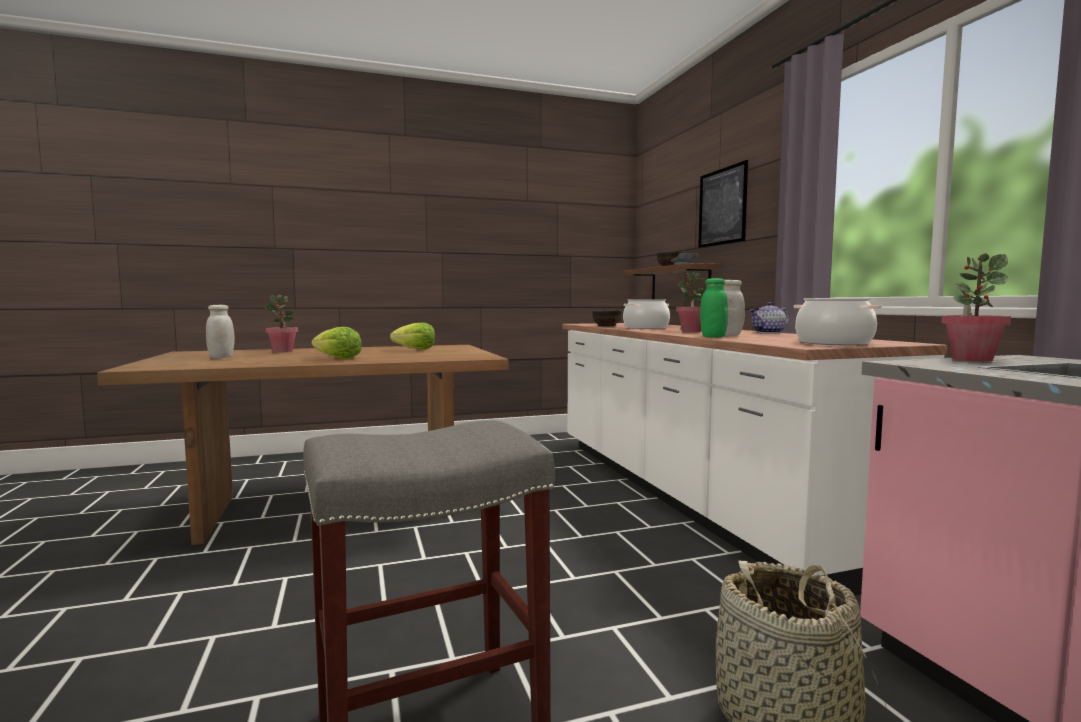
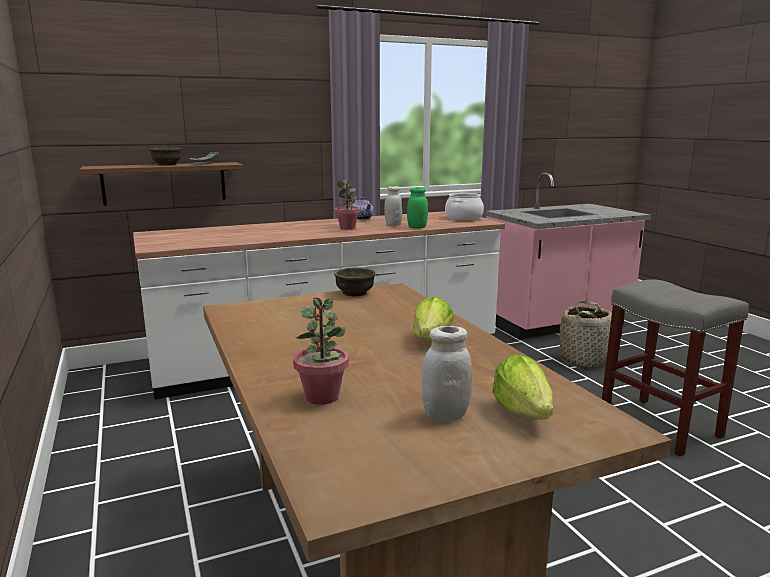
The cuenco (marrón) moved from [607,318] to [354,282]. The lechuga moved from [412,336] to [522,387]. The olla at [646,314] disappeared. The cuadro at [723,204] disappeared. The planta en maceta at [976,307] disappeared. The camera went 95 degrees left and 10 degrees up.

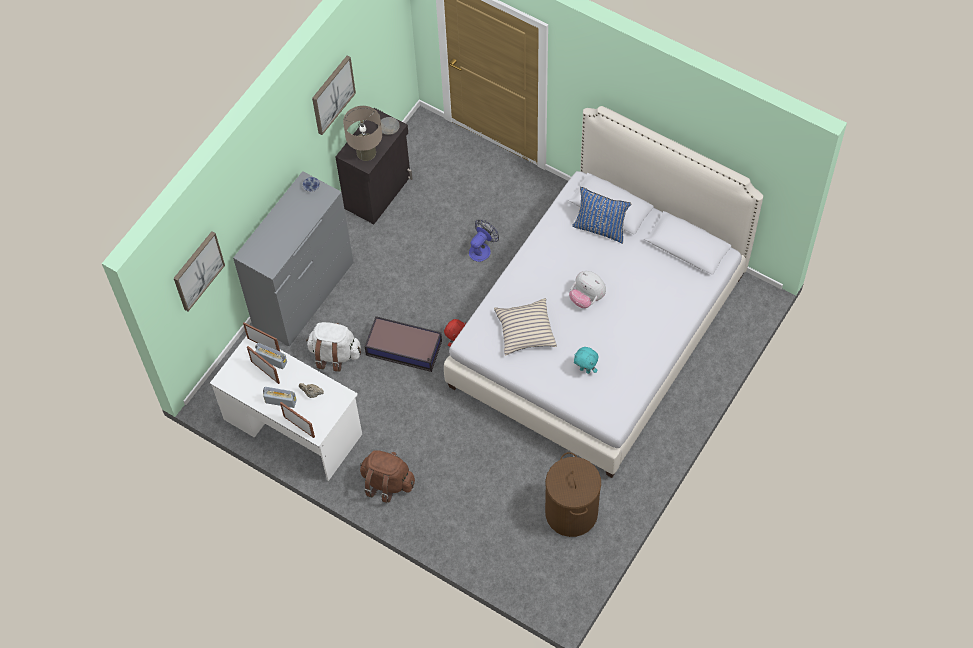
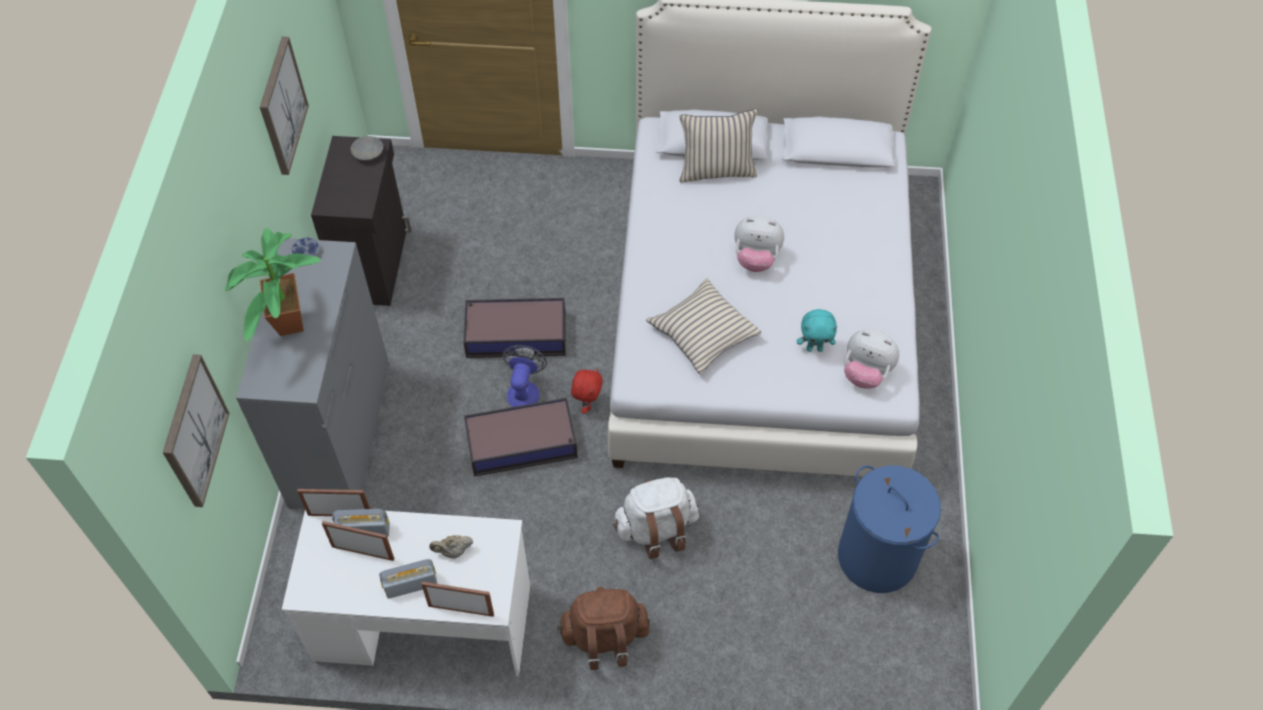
The planta en maceta at [273,284] appeared. The caja de almacenaje at [514,328] appeared. The ventilador moved from [484,241] to [524,376]. The mochila (blanco) moved from [333,346] to [656,518]. The cojín (azul) at [602,215] became the cojín (beis) at [718,145]. The cesto de la ropa (marrón) at [573,494] became the cesto de la ropa (azul) at [889,529]. The peluche at [871,359] appeared. The lámpara de mesa (beis) at [362,133] disappeared. The camera went 30 degrees left and 5 degrees down.

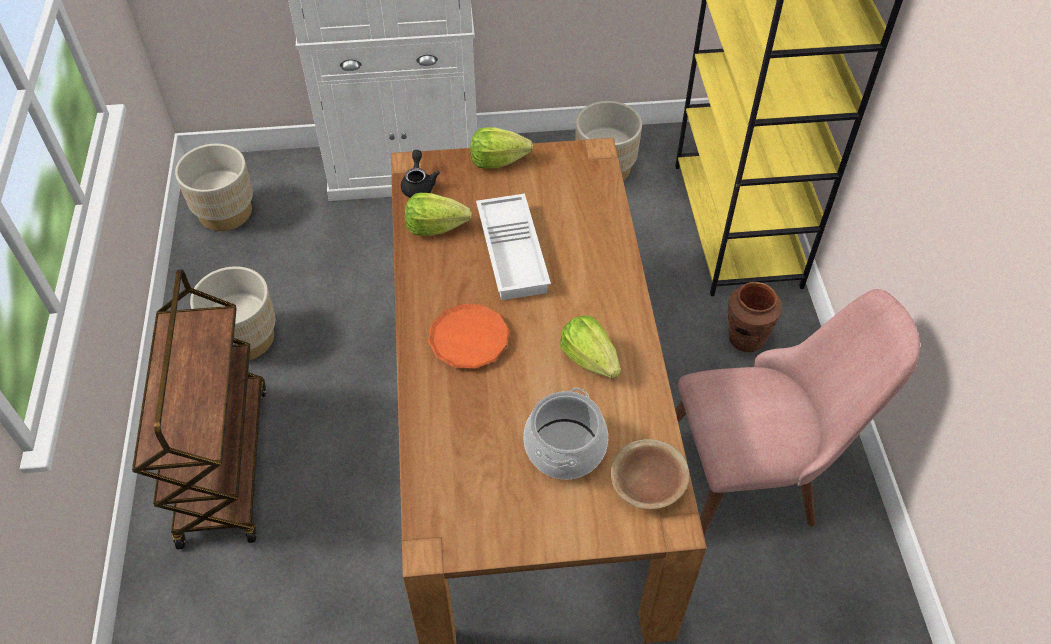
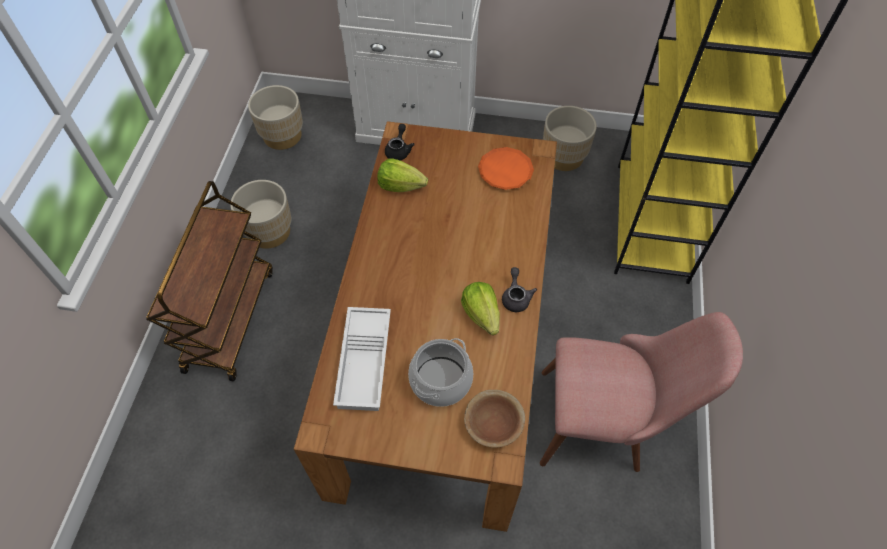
The bandeja (blanco) moved from [513,247] to [362,359]. The plato (naranja) moved from [468,336] to [506,168]. The tetera (gris) at [519,289] appeared. The lechuga at [501,148] disappeared. The florero (marrón) at [754,317] disappeared. The camera went 15 degrees right and 5 degrees up.

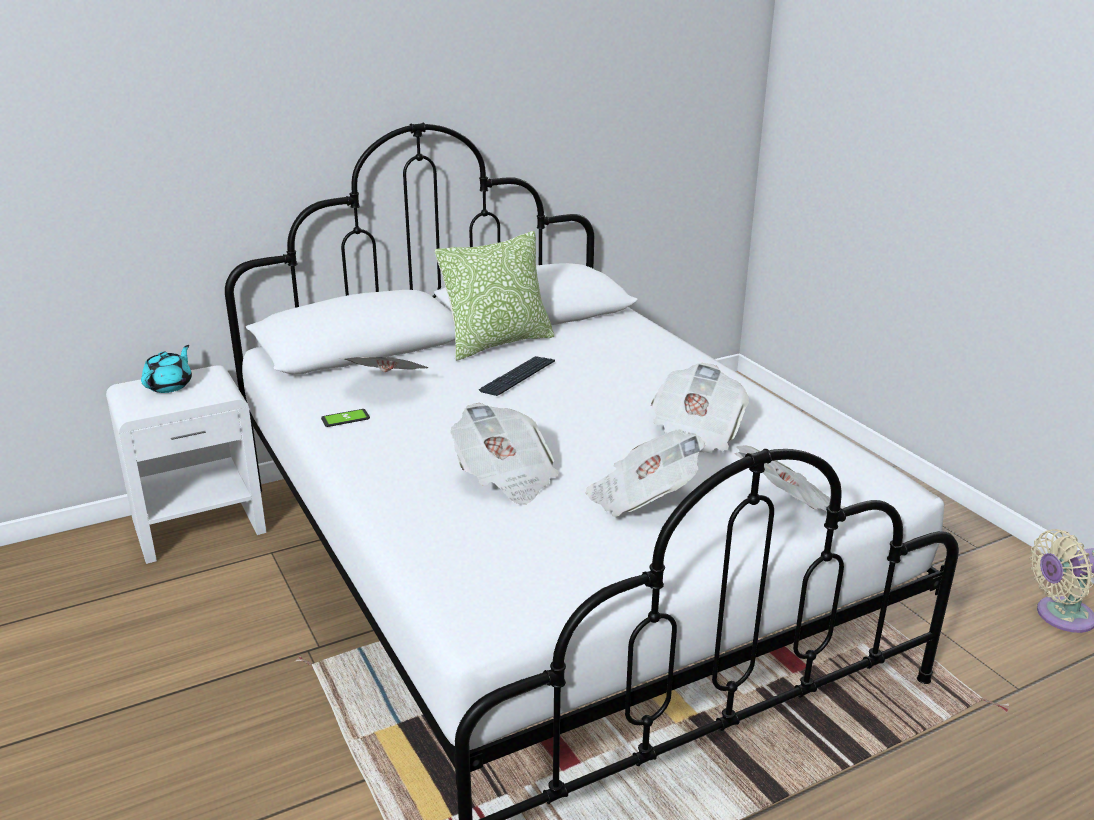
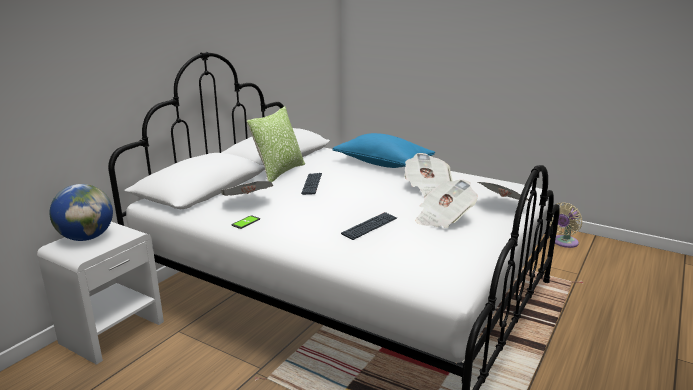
The tetera (turquesa) at [166,369] was replaced by the globo terráqueo at [81,212]. The cojín (azul) at [383,150] appeared. The periódico at [504,454] was replaced by the teclado at [369,226]. The camera went 30 degrees left and 5 degrees down.

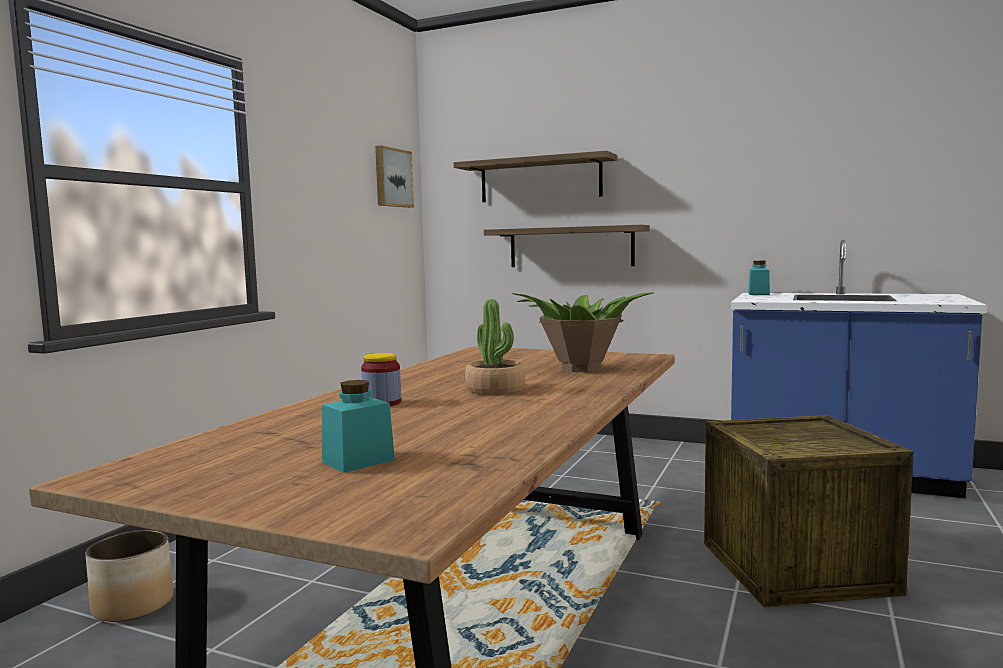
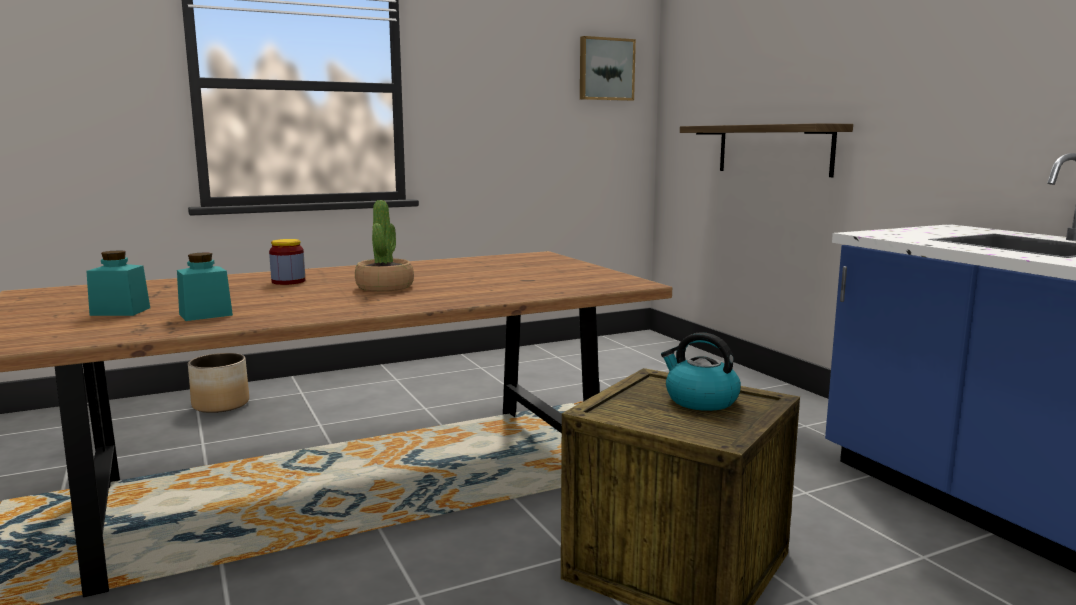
The tarro (turquesa) moved from [759,278] to [205,286]. The hervidor at [701,371] appeared. The estante at [535,176] disappeared. The planta en maceta at [583,332] disappeared. The camera went 40 degrees right and 5 degrees up.

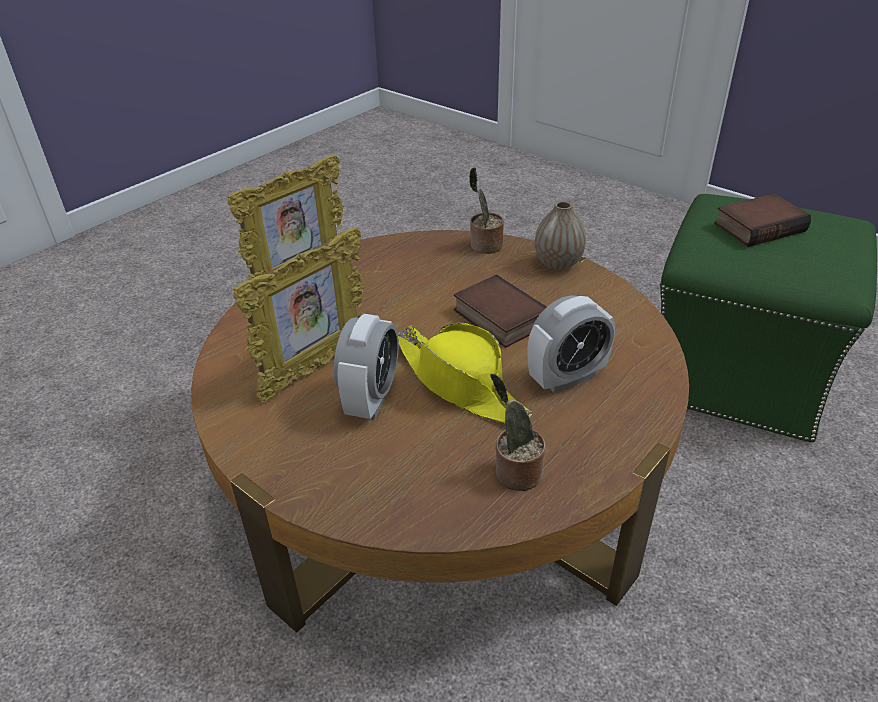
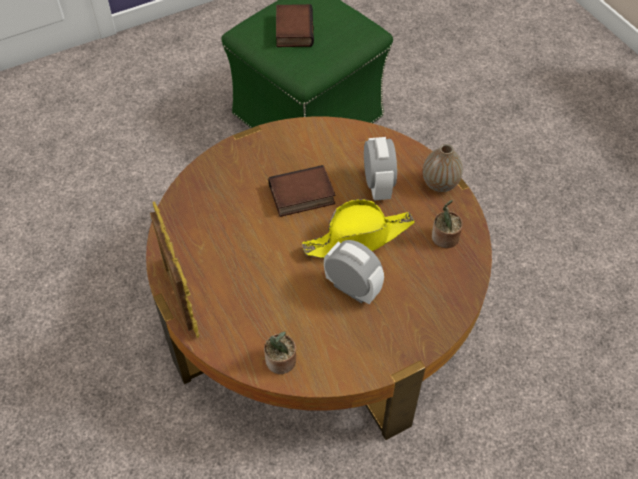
The planta en maceta moved from [486,210] to [280,352]. The florero moved from [560,236] to [443,168]. The portarretratos at [299,315] disappeared. The camera went 70 degrees left and 15 degrees up.

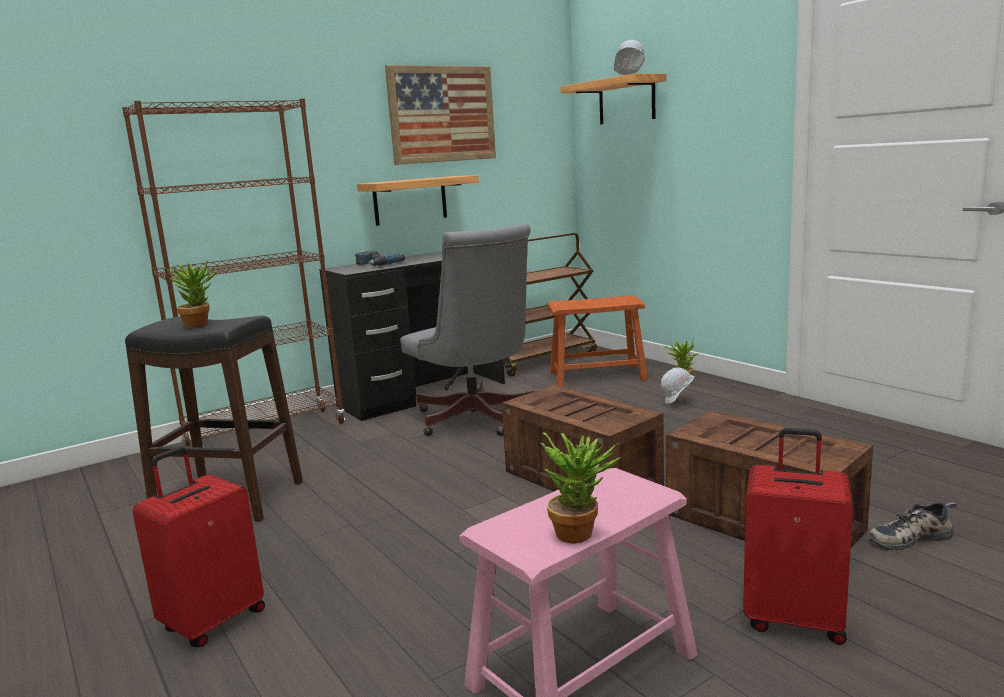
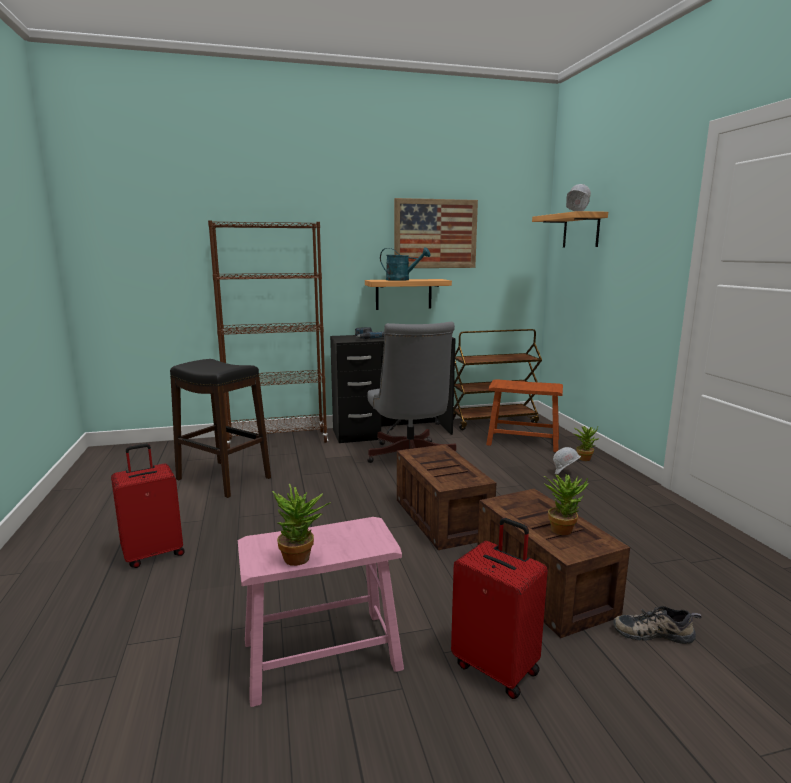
The regadera (turquesa) at [405,264] appeared. The planta en maceta moved from [190,294] to [566,505]. The camera went 20 degrees right and 0 degrees up.

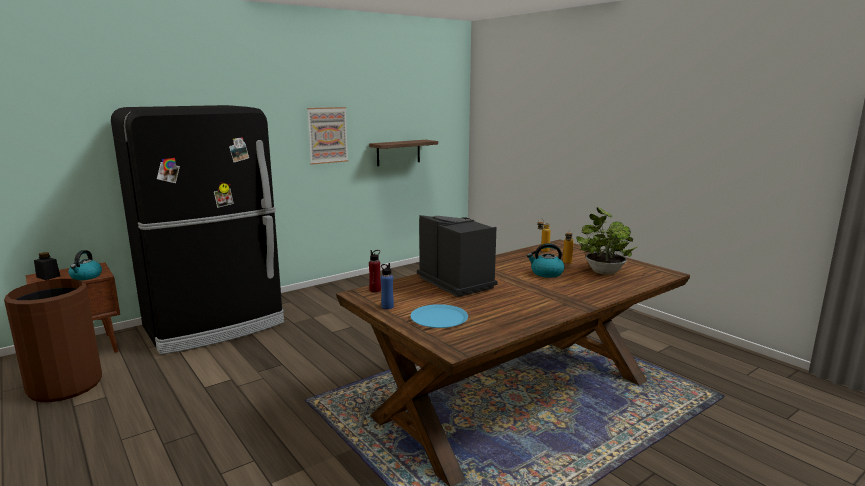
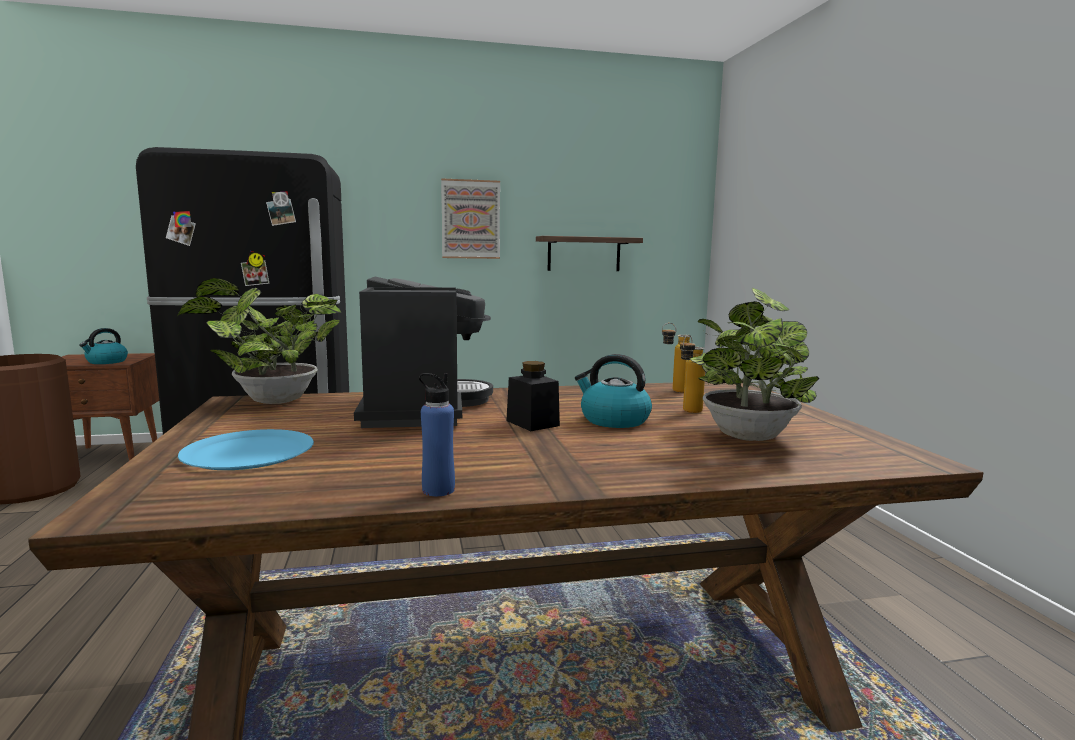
The botella (rojo) at [375,271] was replaced by the planta en maceta at [259,341]. The botella (azul) moved from [387,286] to [437,434]. The tarro (negro) moved from [47,266] to [533,396]. The camera went 25 degrees right and 5 degrees down.

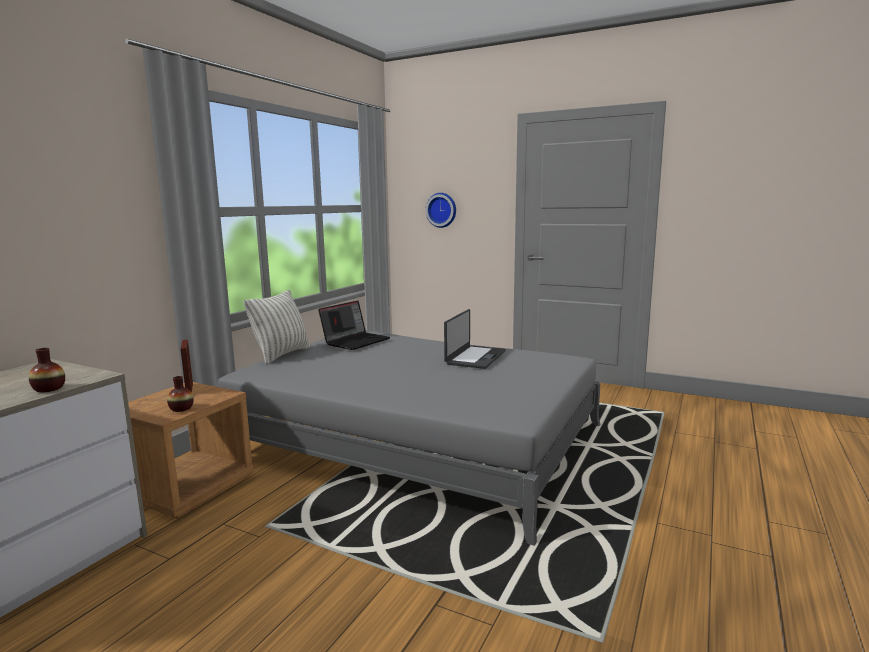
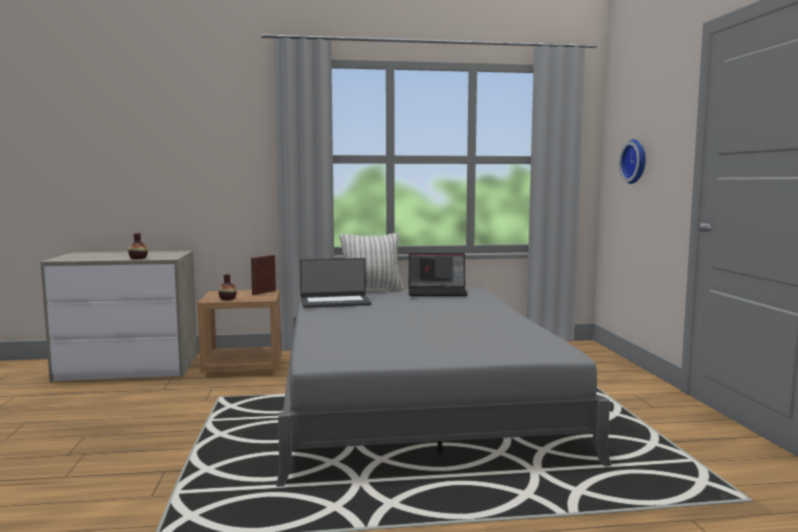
The portátil moved from [475,339] to [335,283]. The camera went 55 degrees right and 5 degrees down.

